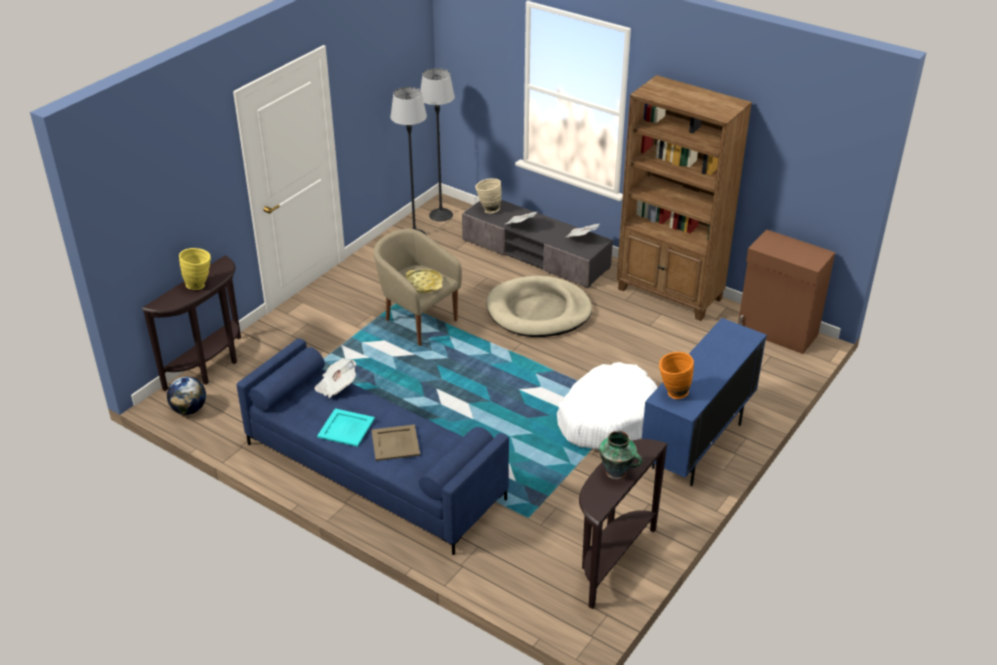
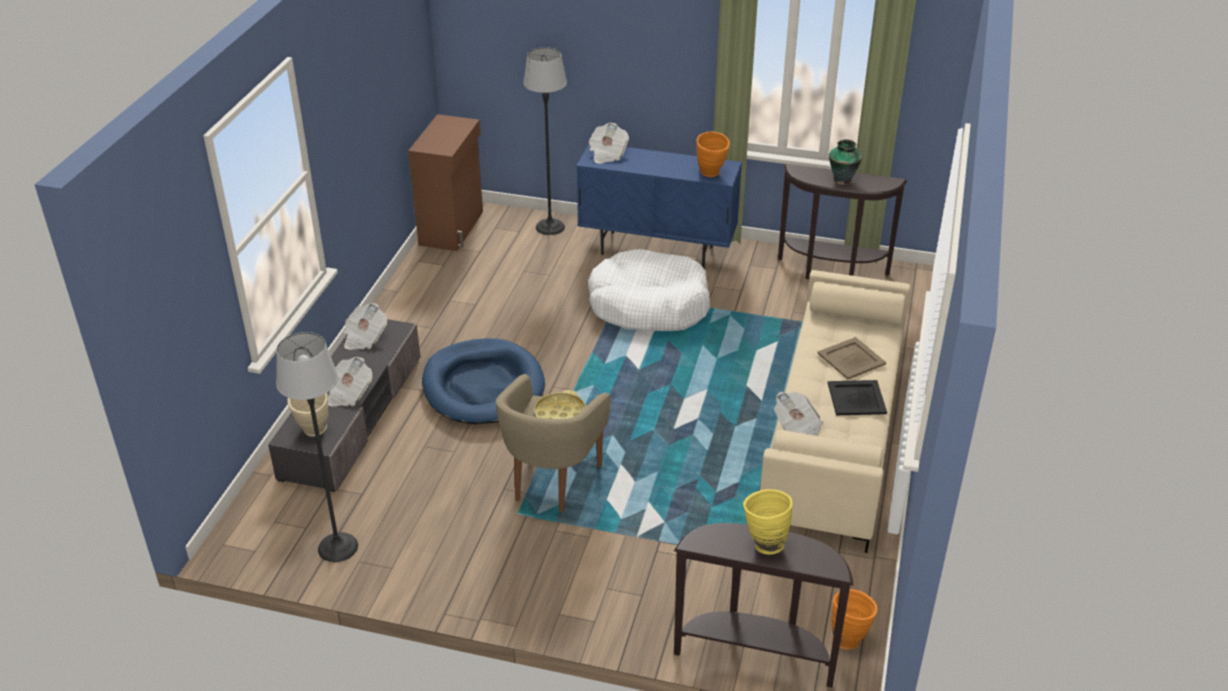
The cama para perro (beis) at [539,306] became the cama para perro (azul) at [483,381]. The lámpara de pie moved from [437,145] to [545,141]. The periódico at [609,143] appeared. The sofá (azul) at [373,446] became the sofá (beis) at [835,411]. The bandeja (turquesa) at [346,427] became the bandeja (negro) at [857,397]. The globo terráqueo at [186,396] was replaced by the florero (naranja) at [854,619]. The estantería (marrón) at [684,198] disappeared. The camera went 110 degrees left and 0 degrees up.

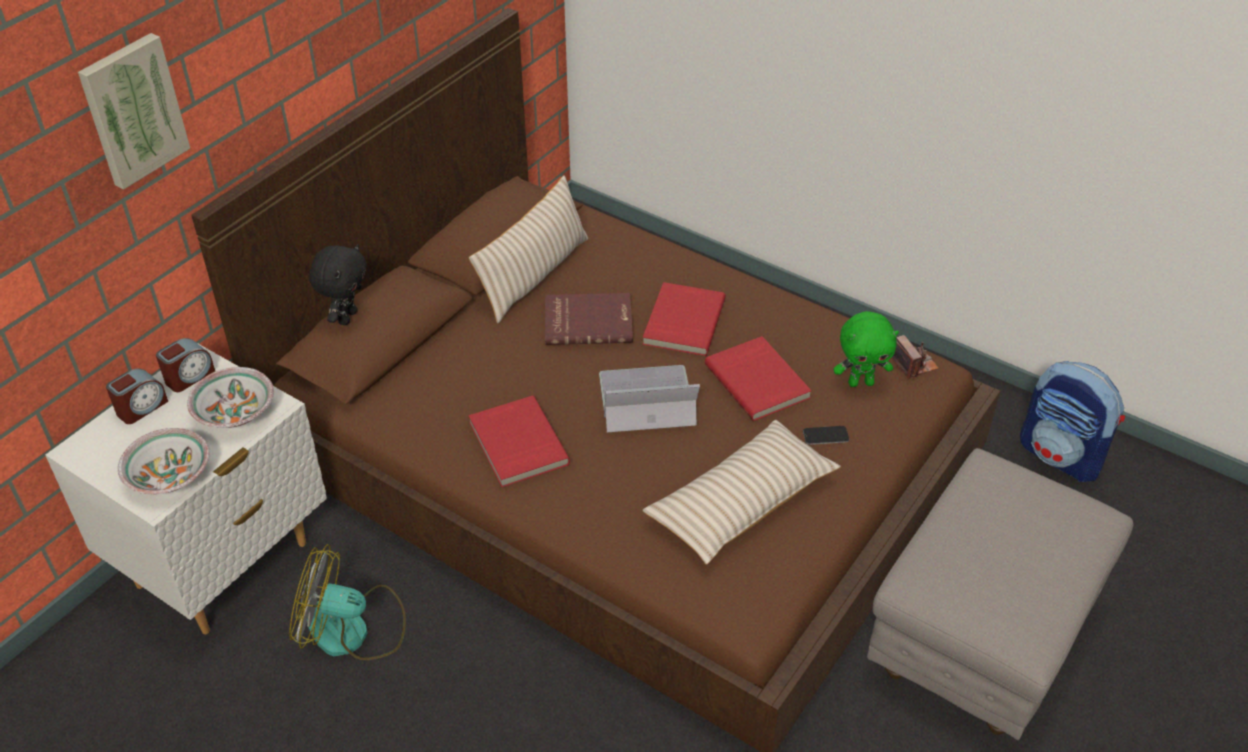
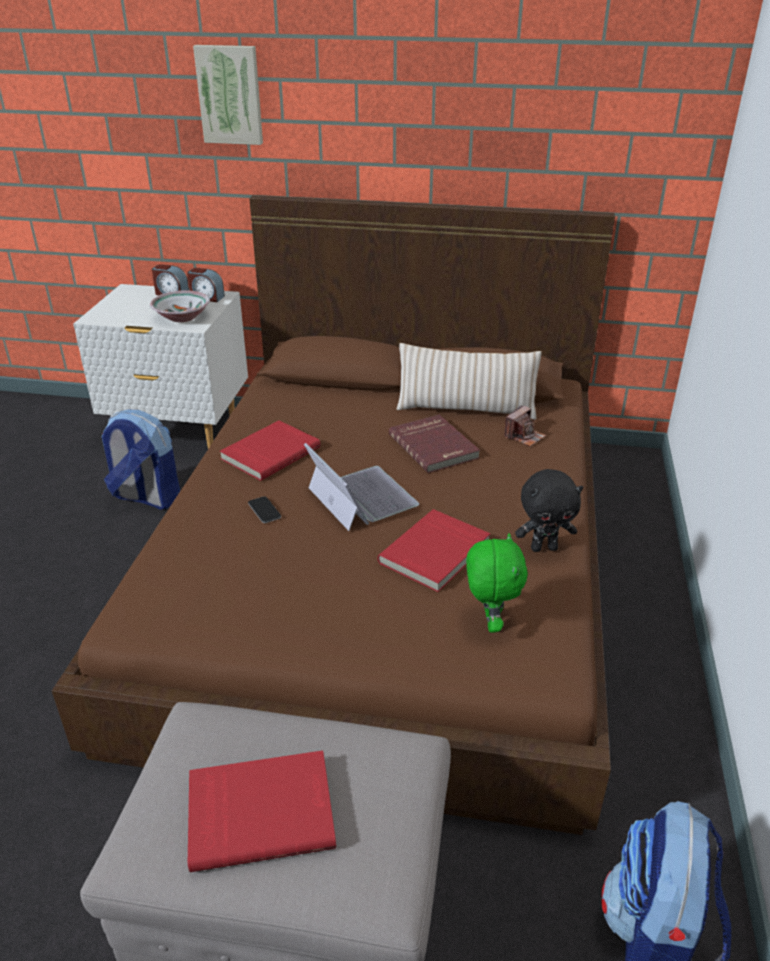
The ventilador at [347,602] was replaced by the mochila at [141,460]. The libro (rojo) moved from [684,319] to [262,811]. The móvil moved from [826,435] to [264,509]. The peluche (verde) at [866,349] turned 150 degrees counterclockwise. The cámara moved from [914,357] to [525,426]. The peluche (negro) moved from [338,284] to [549,510]. The cuenco at [164,461] disappeared. The cojín (beis) at [741,492] disappeared. The camera went 65 degrees right and 10 degrees down.

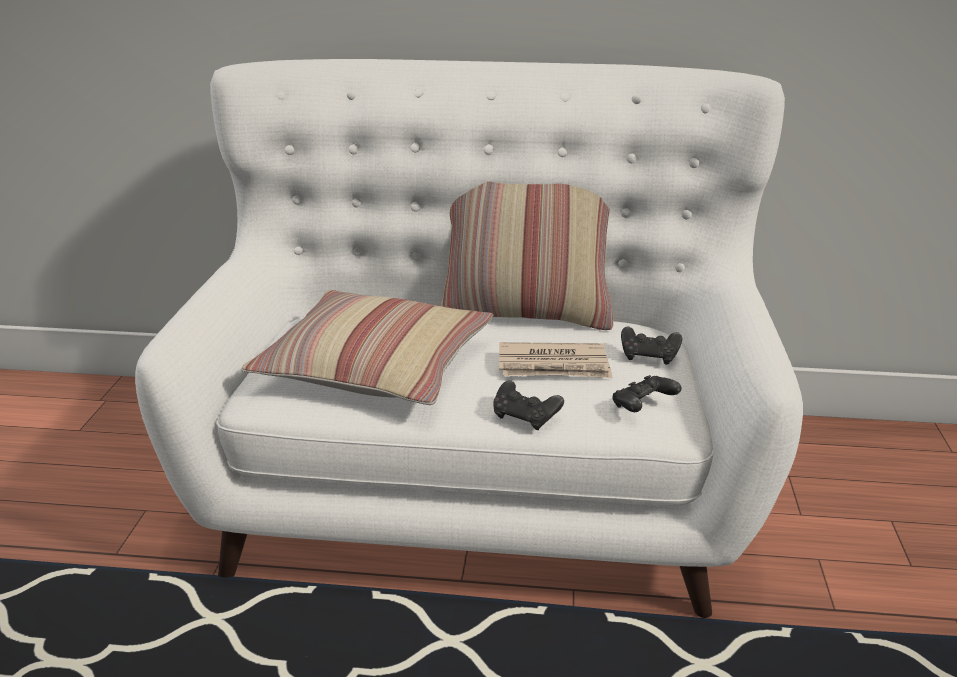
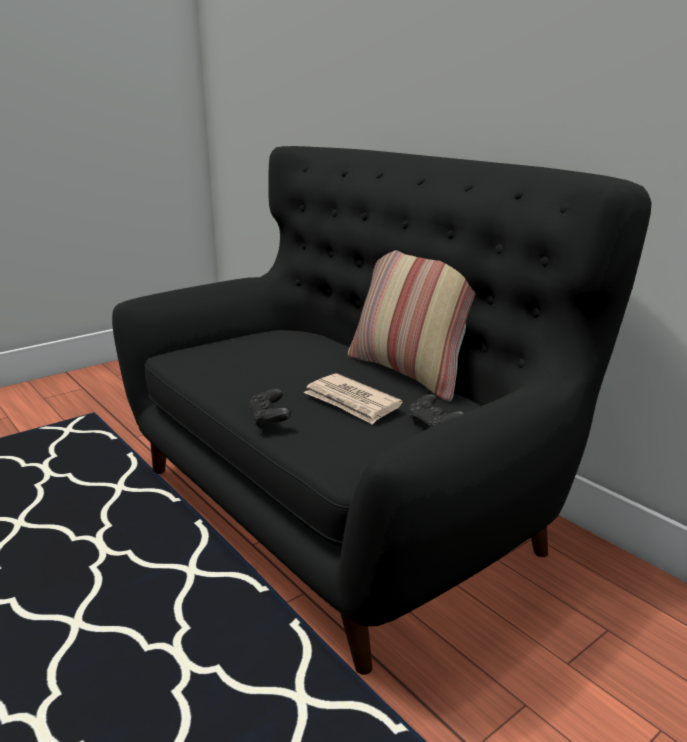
The sofá (blanco) at [469,338] became the sofá (negro) at [382,410]. The cojín at [367,347] disappeared. The mando de consola (negro) at [647,393] disappeared. The camera went 45 degrees right and 5 degrees down.

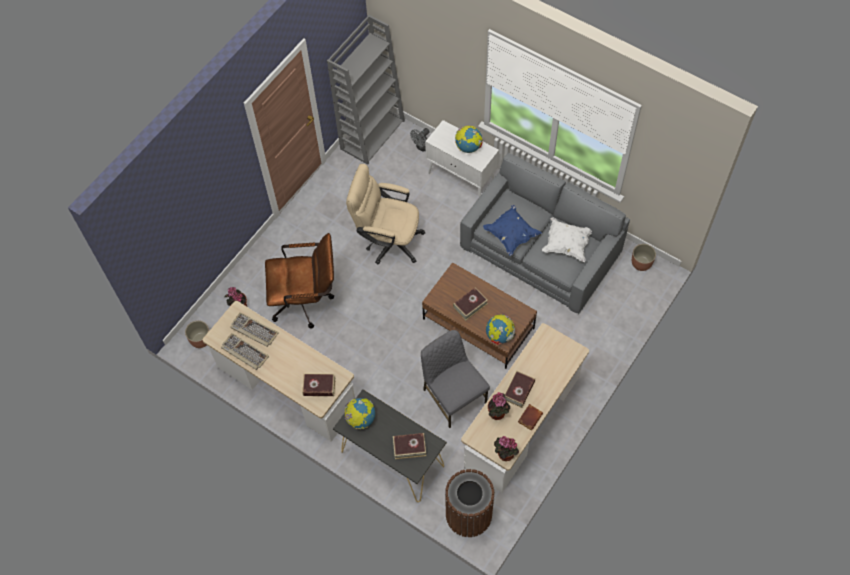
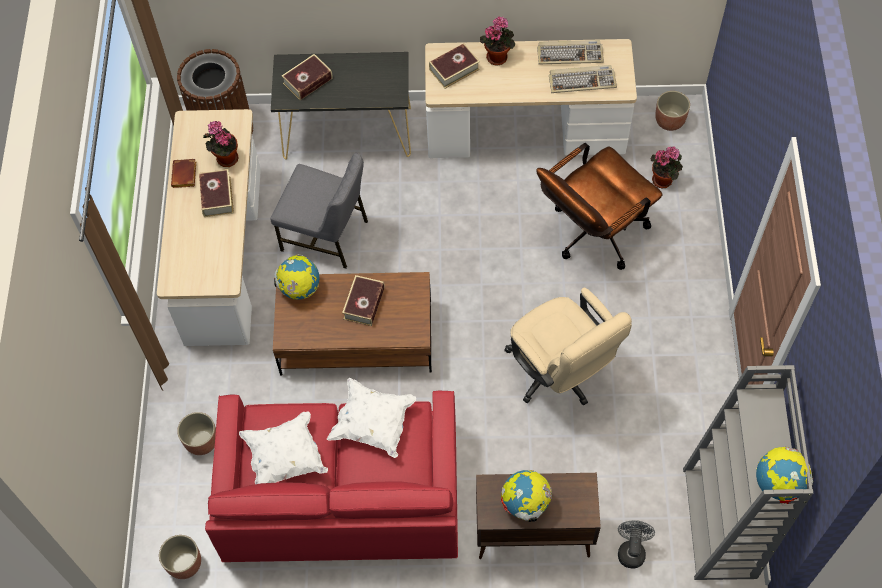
The maceta at [196,433] appeared. The sofá (gris) at [545,233] became the sofá (rojo) at [331,476]. The cojín (azul) at [512,230] became the cojín (blanco) at [371,418]. The armario (blanco) at [462,158] became the armario (marrón) at [538,516]. The planta en maceta moved from [506,448] to [497,41]. The silla de oficina (beis) at [385,214] turned 75 degrees clockwise. The globo terráqueo moved from [360,413] to [784,475]. The camera went 145 degrees right and 0 degrees up.

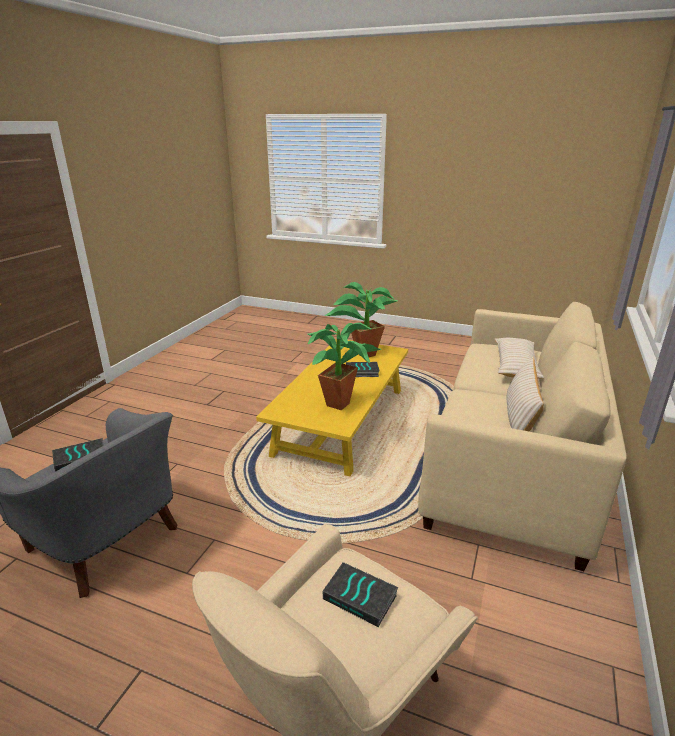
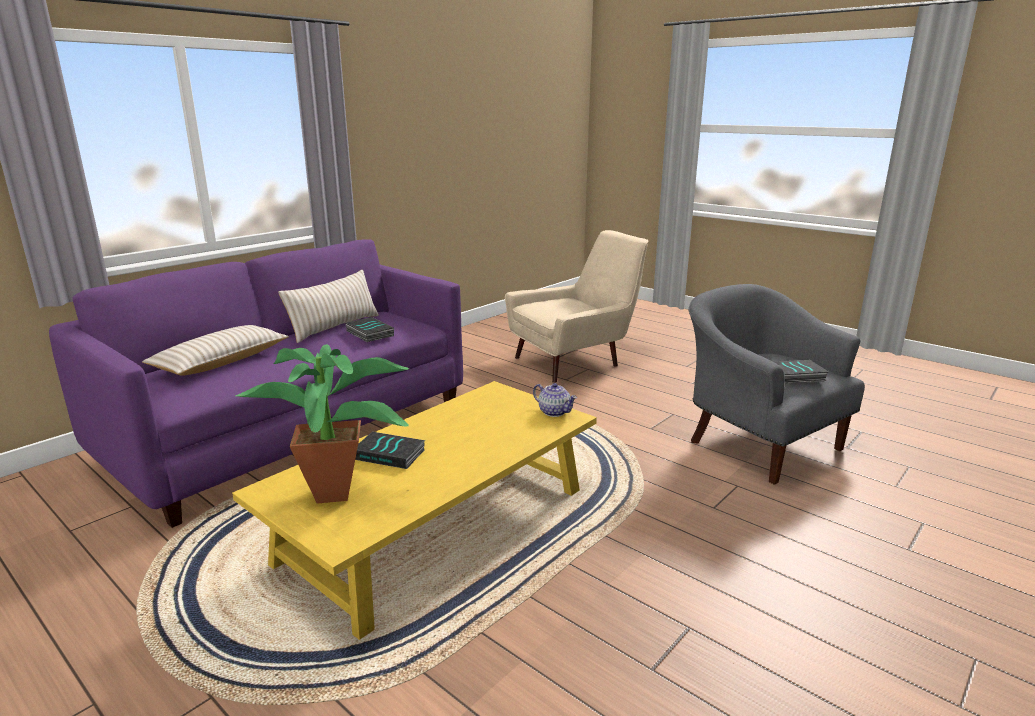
The sofá (beis) at [522,436] became the sofá (morado) at [256,383]. The libro moved from [361,594] to [370,329]. The tetera at [555,400] appeared. The planta en maceta at [344,367] disappeared. The camera went 160 degrees left and 5 degrees down.

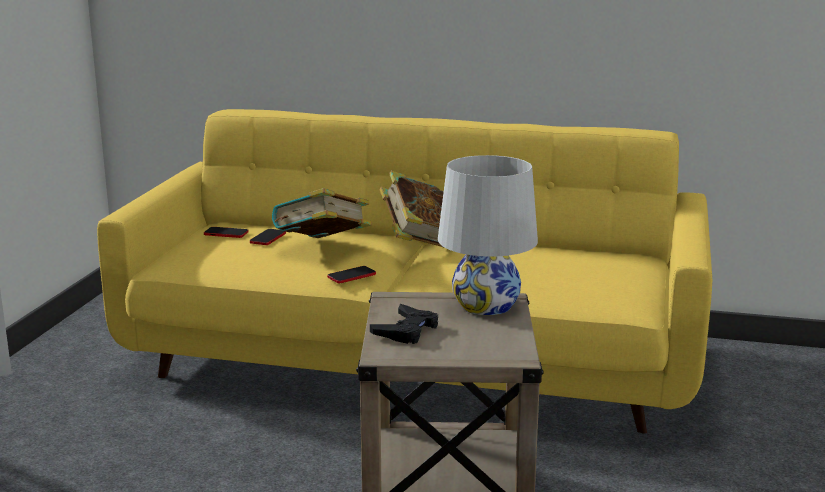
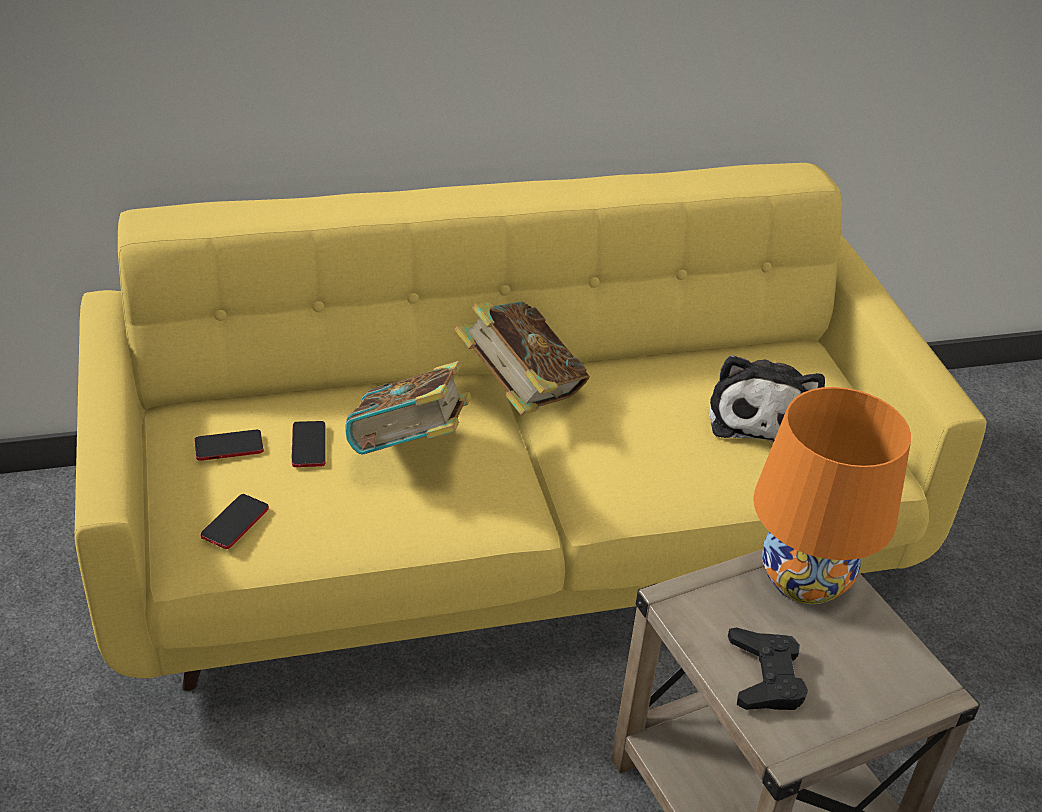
The móvil moved from [351,274] to [235,521]. The peluche at [767,398] appeared. The lámpara de mesa (blanco) at [488,235] became the lámpara de mesa (naranja) at [832,496]. The camera went 30 degrees left and 20 degrees up.

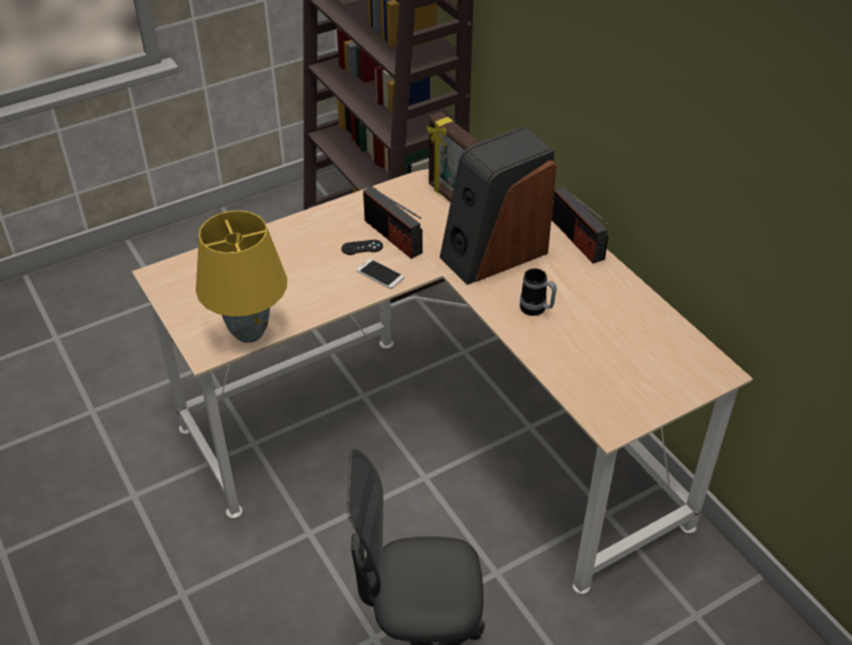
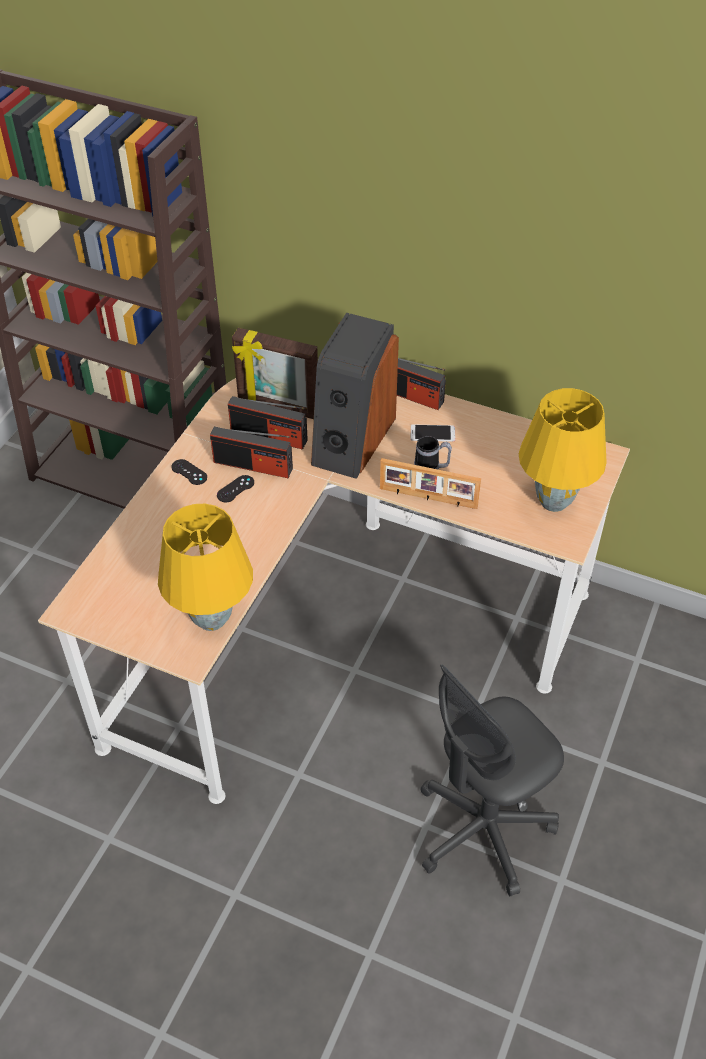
The mando de consola (negro) at [189,472] appeared. The radio at [268,423] appeared. The portarretratos at [430,483] appeared. The móvil moved from [380,274] to [433,433]. The lámpara de mesa (amarillo) at [563,450] appeared. The camera went 35 degrees left and 5 degrees up.

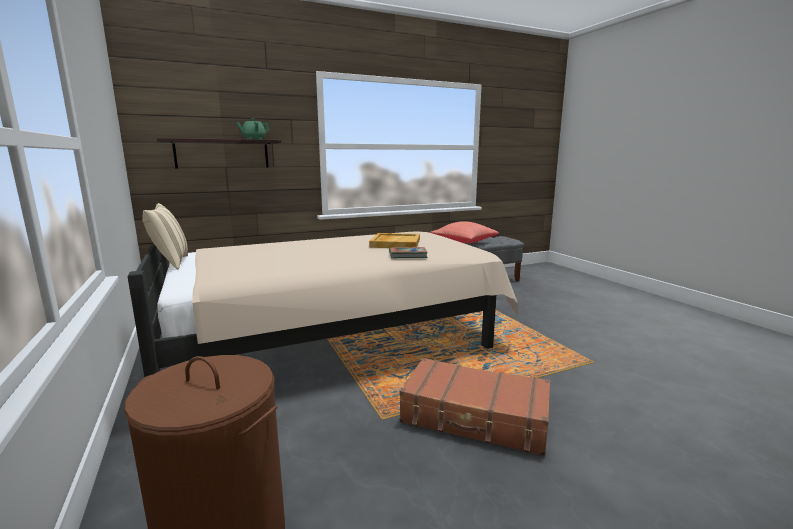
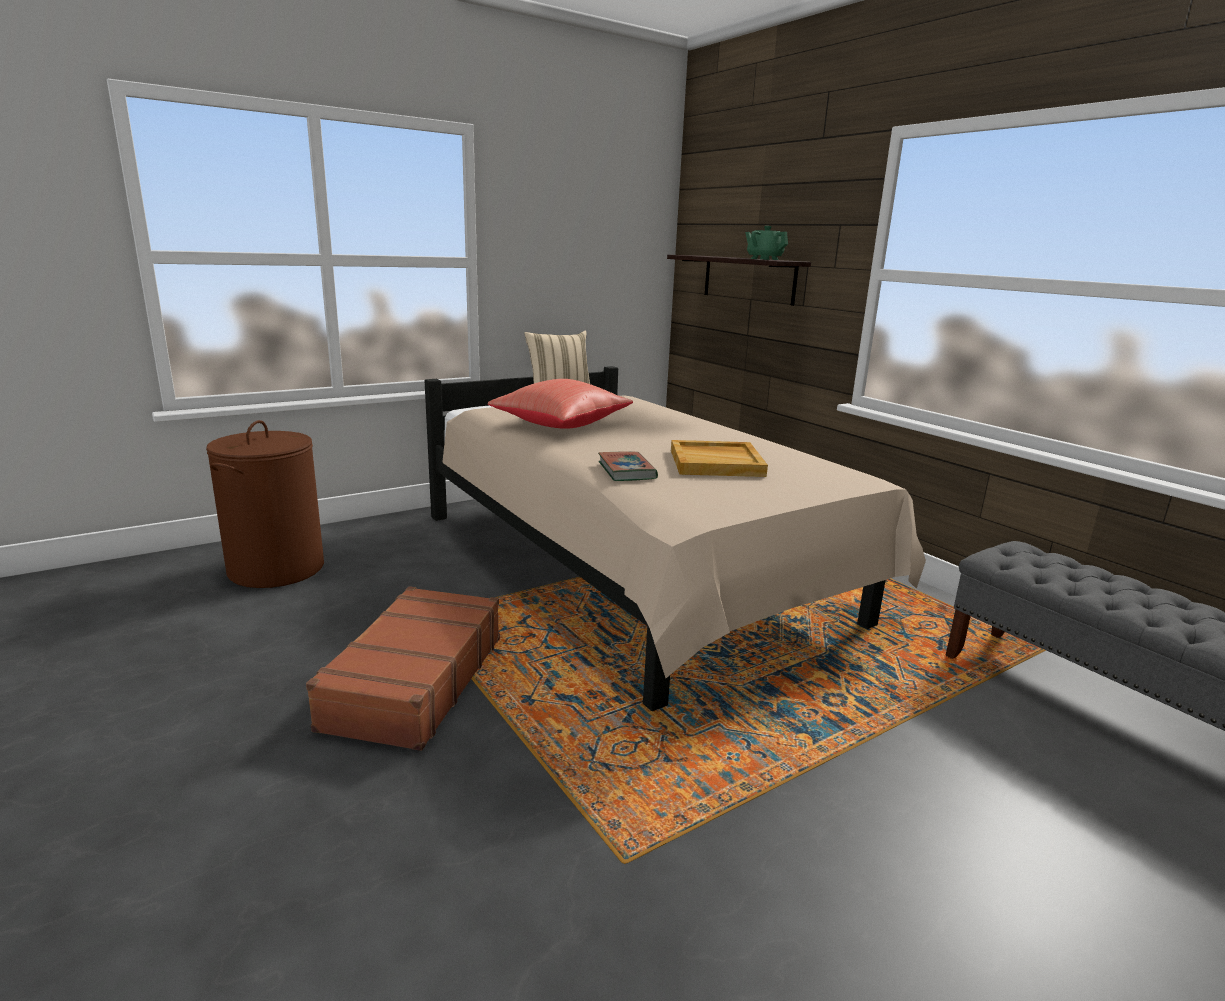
The cojín (rojo) moved from [464,232] to [560,404]. The camera went 80 degrees right and 5 degrees up.

